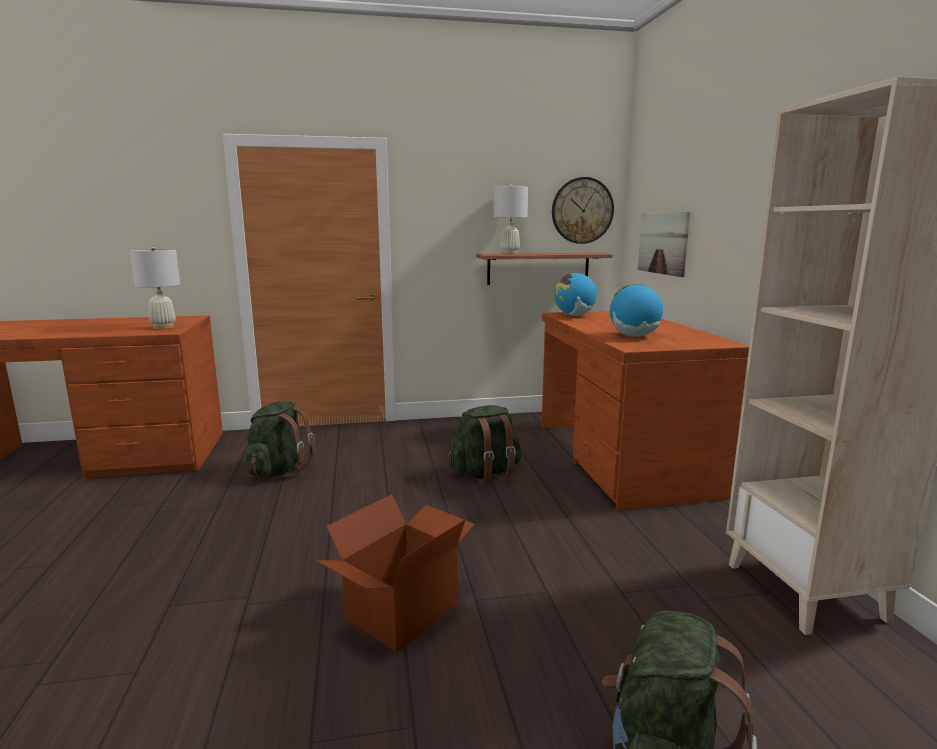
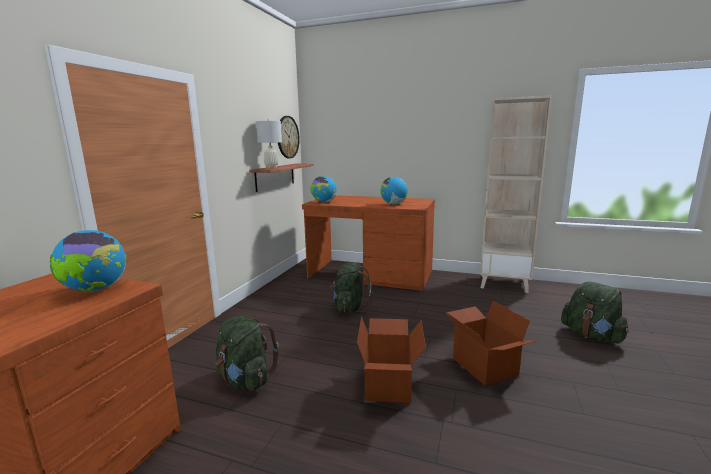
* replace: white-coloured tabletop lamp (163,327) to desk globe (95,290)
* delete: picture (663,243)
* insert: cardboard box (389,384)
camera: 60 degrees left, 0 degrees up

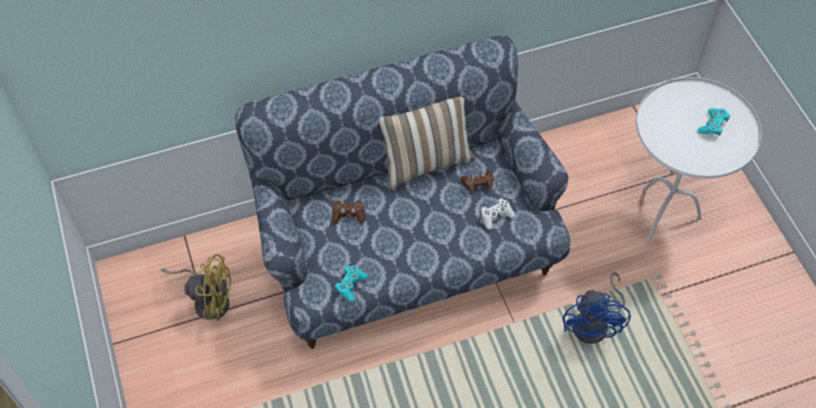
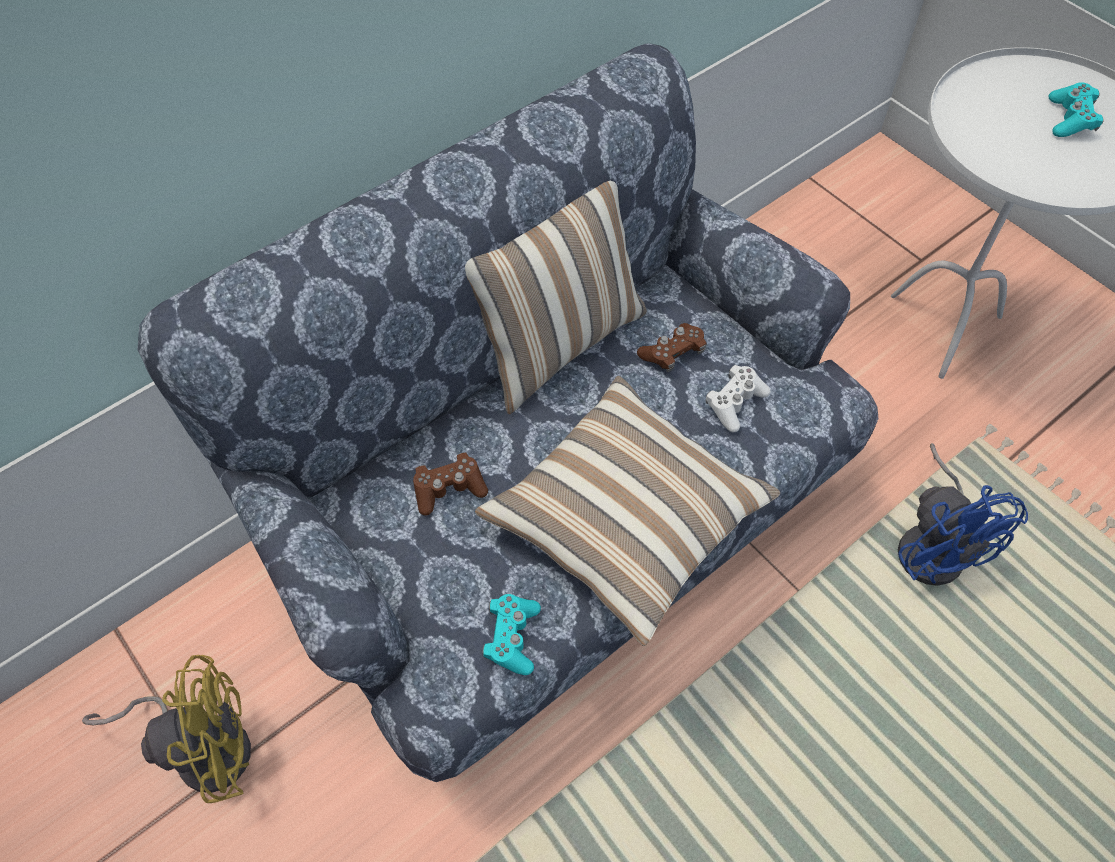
* insert: throw pillow (626,522)
camera: 20 degrees left, 0 degrees up

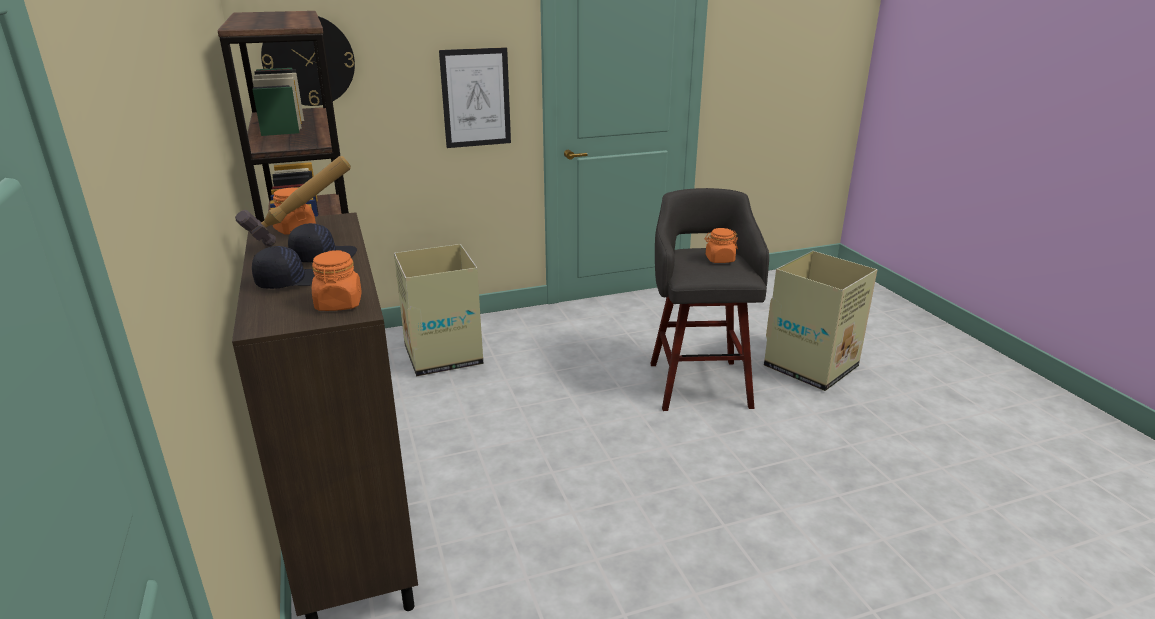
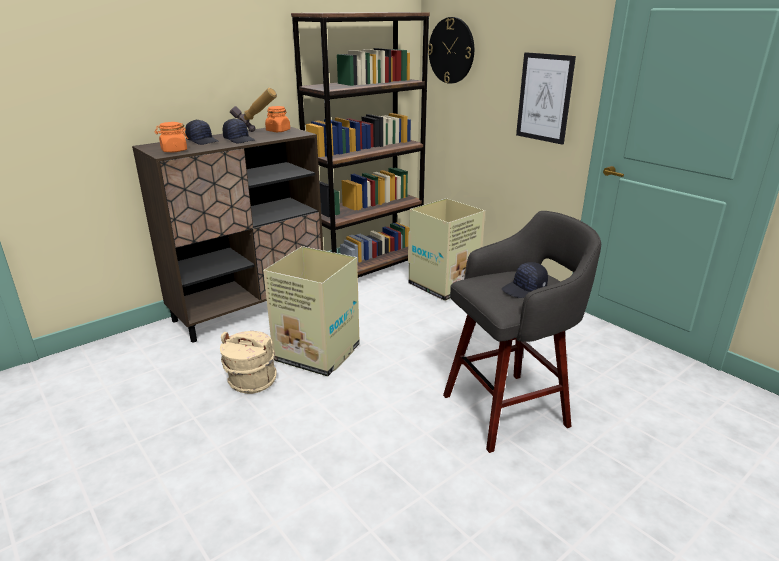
* replace: orangey jar (719,259) to blackish peaked cap (524,289)
* move: cardboard box (812,366) to (318,353)
* insert: beige bucket (251,381)
camera: 70 degrees right, 0 degrees up

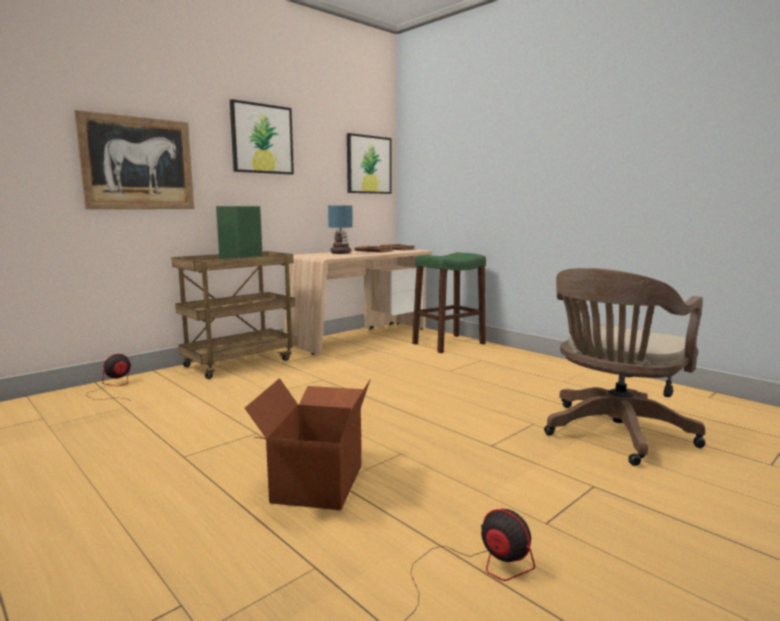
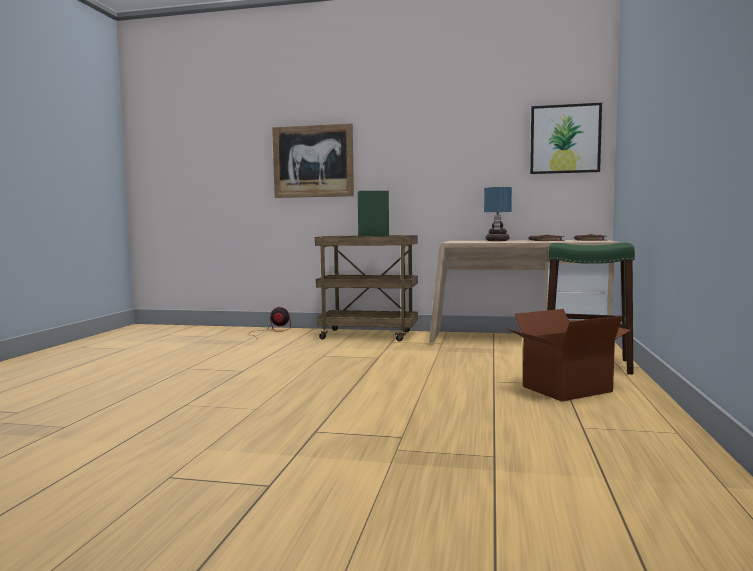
* delete: picture (262,139)
* move: cardboard box (316,483) to (566,388)
* delete: electric fan (477,569)
* delete: brown office chair (613,434)
camera: 55 degrees right, 5 degrees down

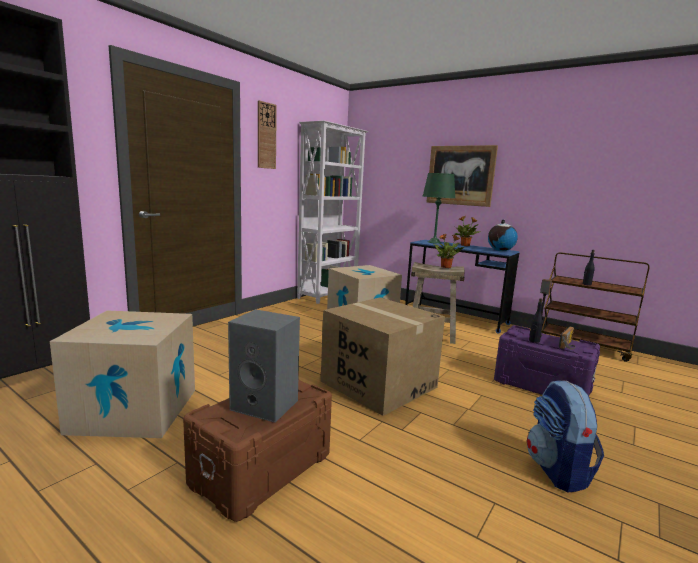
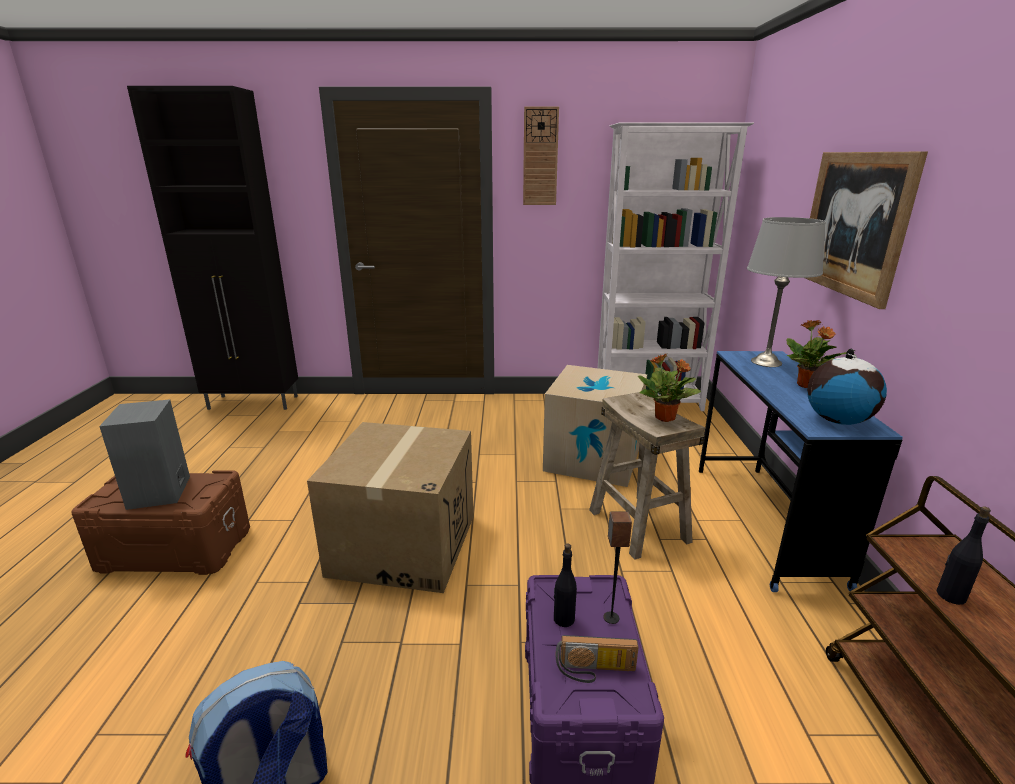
* delete: cardboard box (135,410)
* recolor: green tabletop lamp (434,242) to greyish tabletop lamp (767,362)
camera: 55 degrees right, 10 degrees up

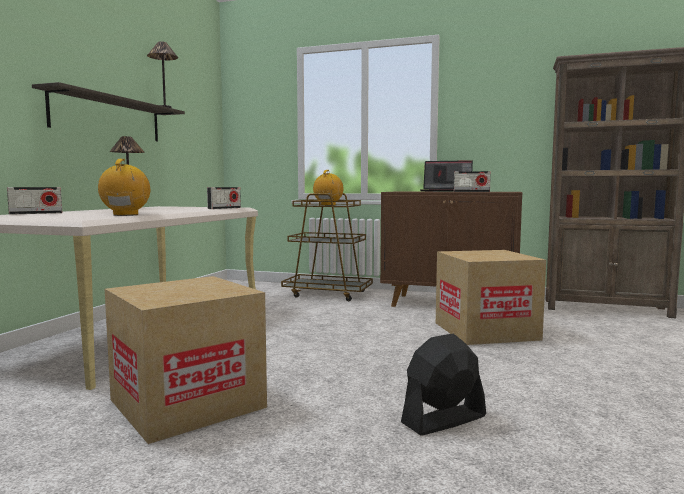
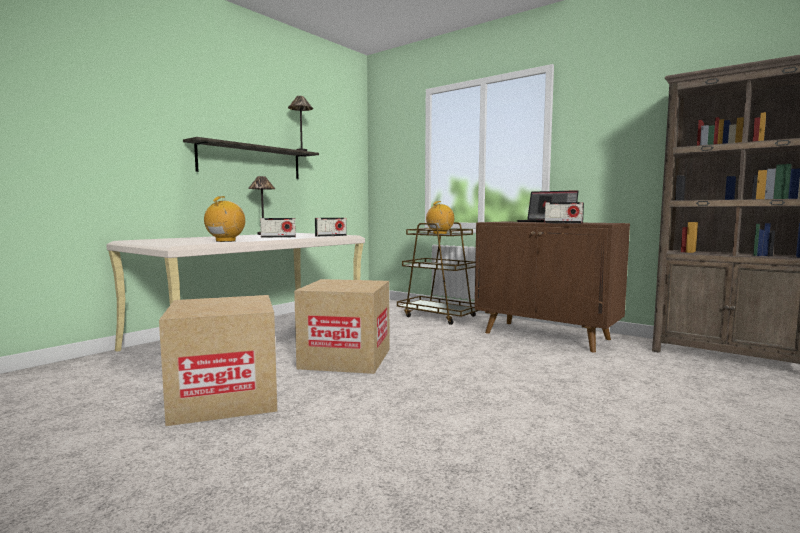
* move: radio set (36,213) to (278,237)
* delete: blackish electric fan (443,420)
* move: cardboard box (485,331) to (346,359)
camera: 20 degrees right, 0 degrees up

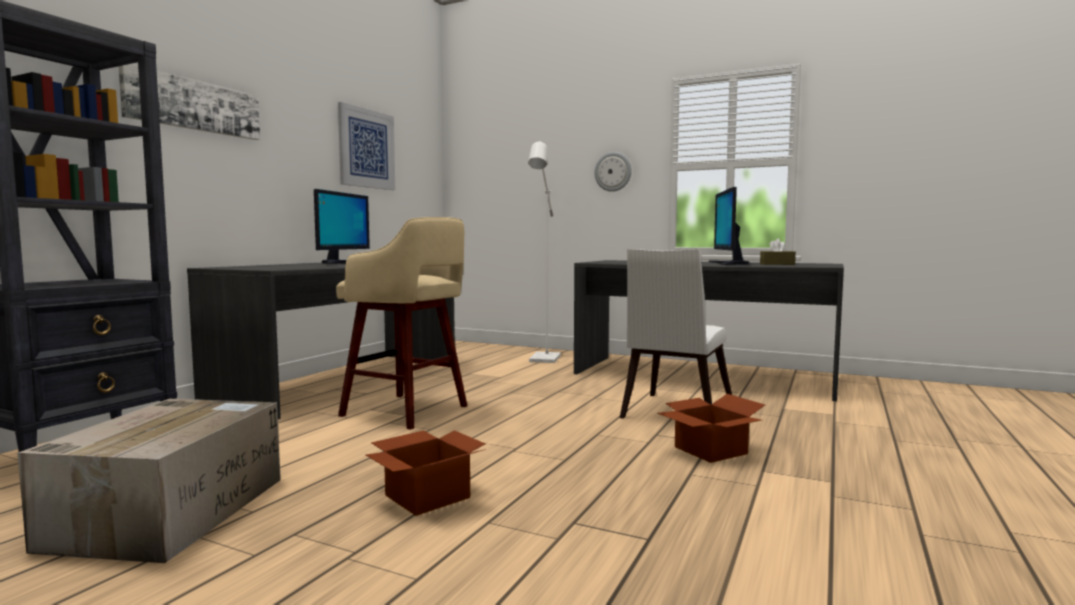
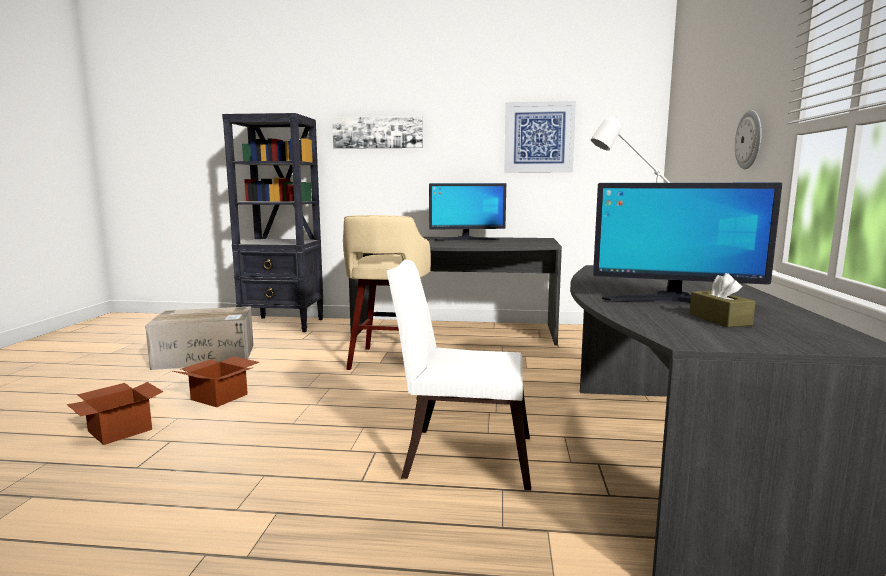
* move: cardboard box (708,450) to (120,430)
* rotate: computer display (727,264) = (674,301) 150 degrees counterclockwise
camera: 70 degrees right, 5 degrees up

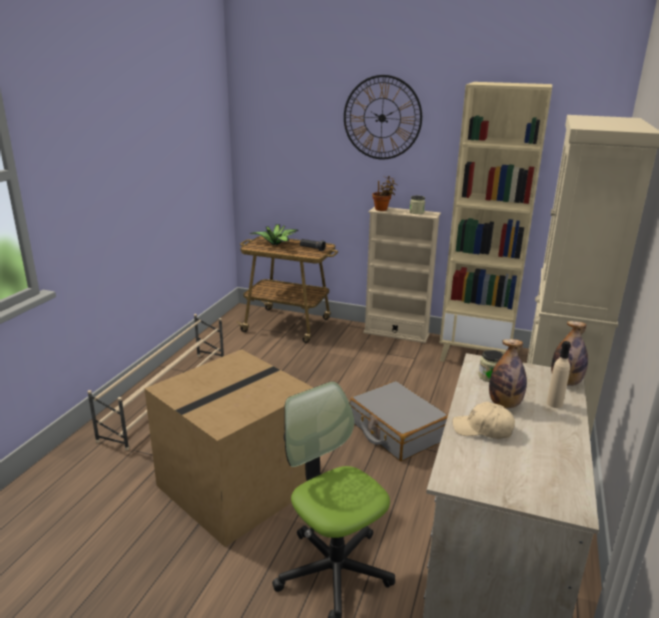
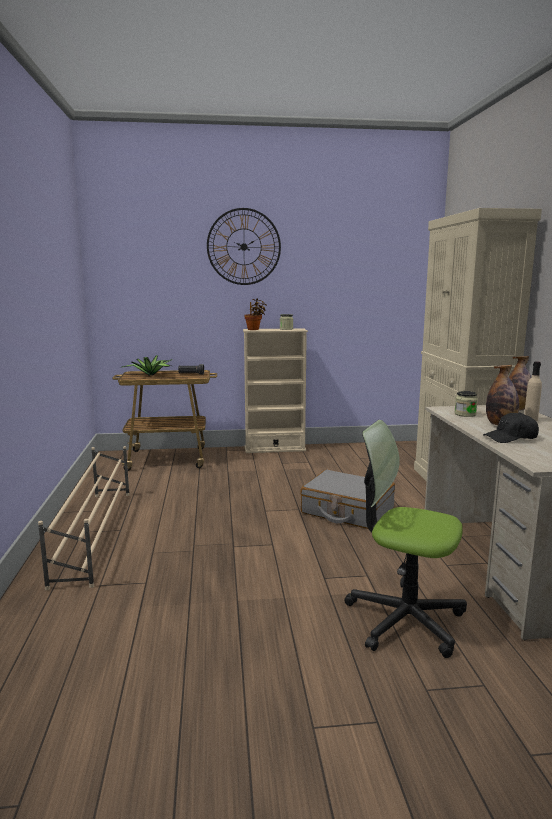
* delete: cardboard box (237,484)
* delete: beige shelving unit (476,354)
* recolor: beige peaked cap (483,429) to blackish peaked cap (511,438)
camera: 25 degrees left, 10 degrees down

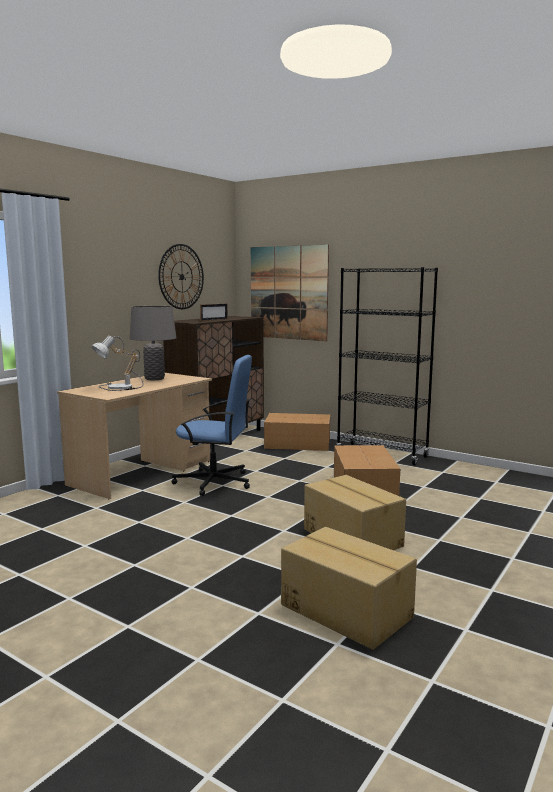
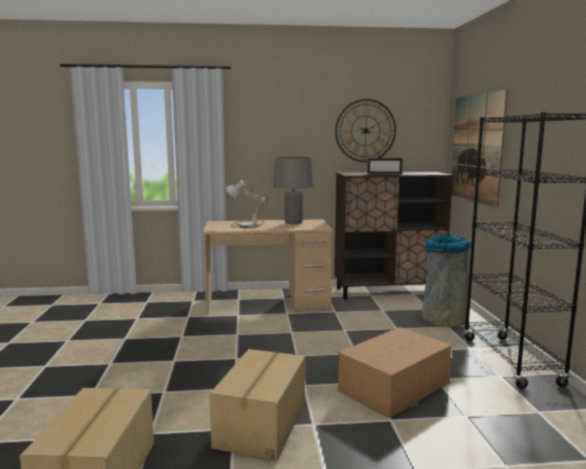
* delete: blue office chair (215,482)
* replace: cardboard box (296,443) to greyish trash can (443,319)
camera: 50 degrees right, 0 degrees up

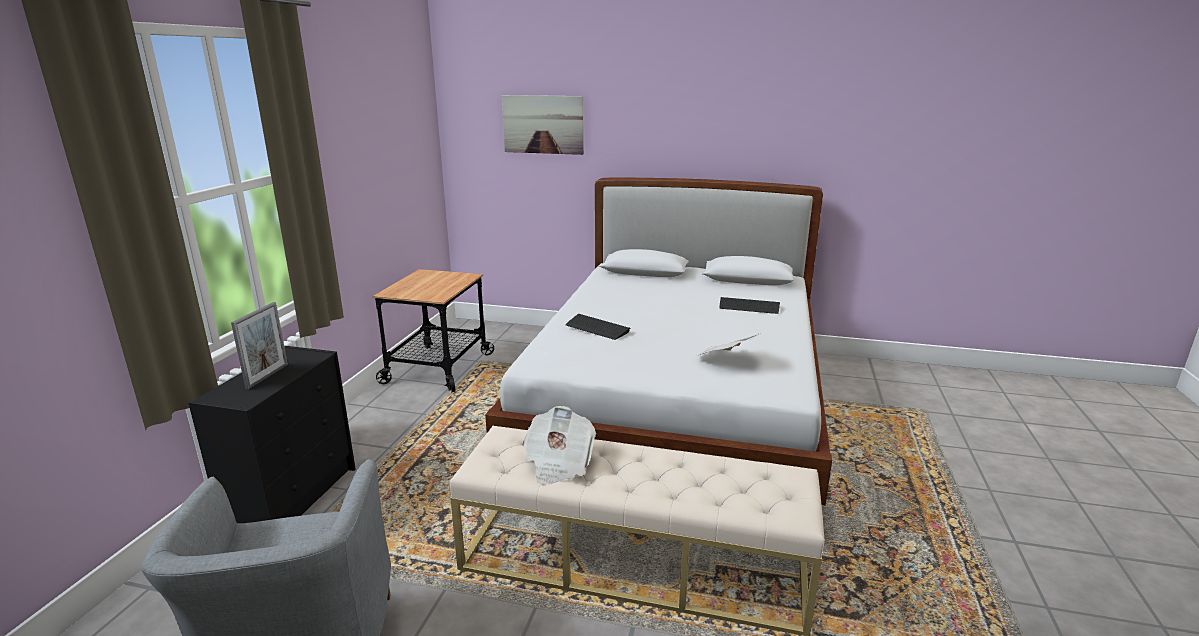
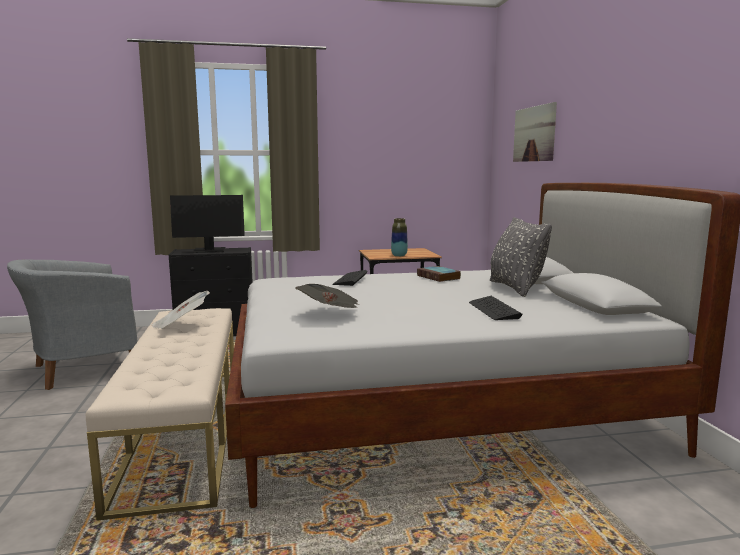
* replace: standing frame (267,376) to computer display (209,250)
* insert: decorative vase (399,255)
* insert: bound book (439,277)
* insert: greyish throw pillow (515,288)
camera: 65 degrees right, 10 degrees down

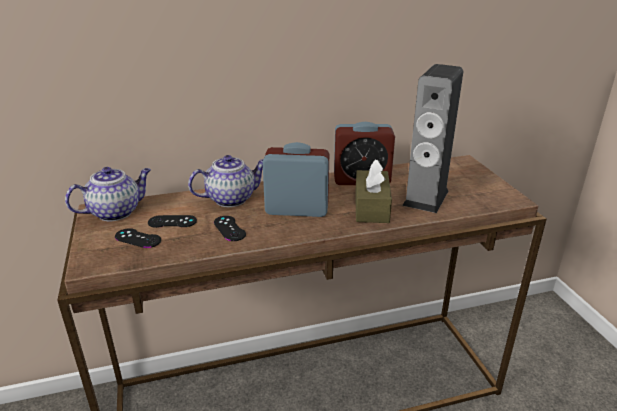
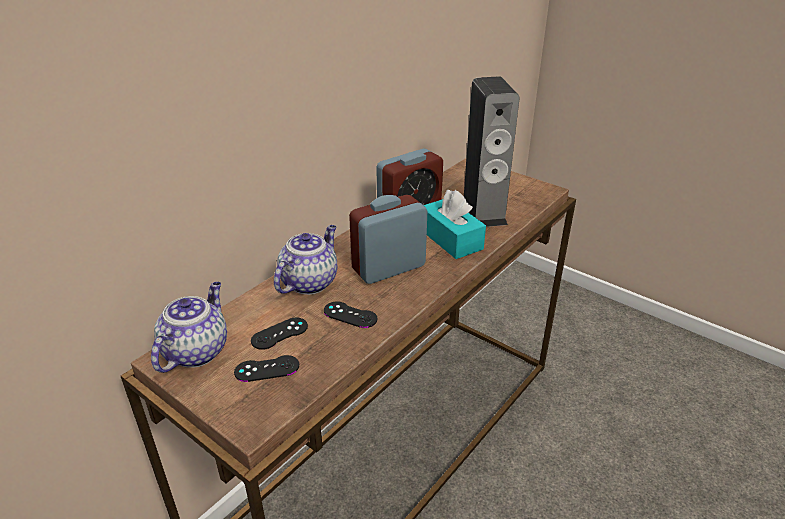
* recolor: brown tissue holder (371,207) to turquoise tissue holder (451,239)
camera: 35 degrees left, 5 degrees up

